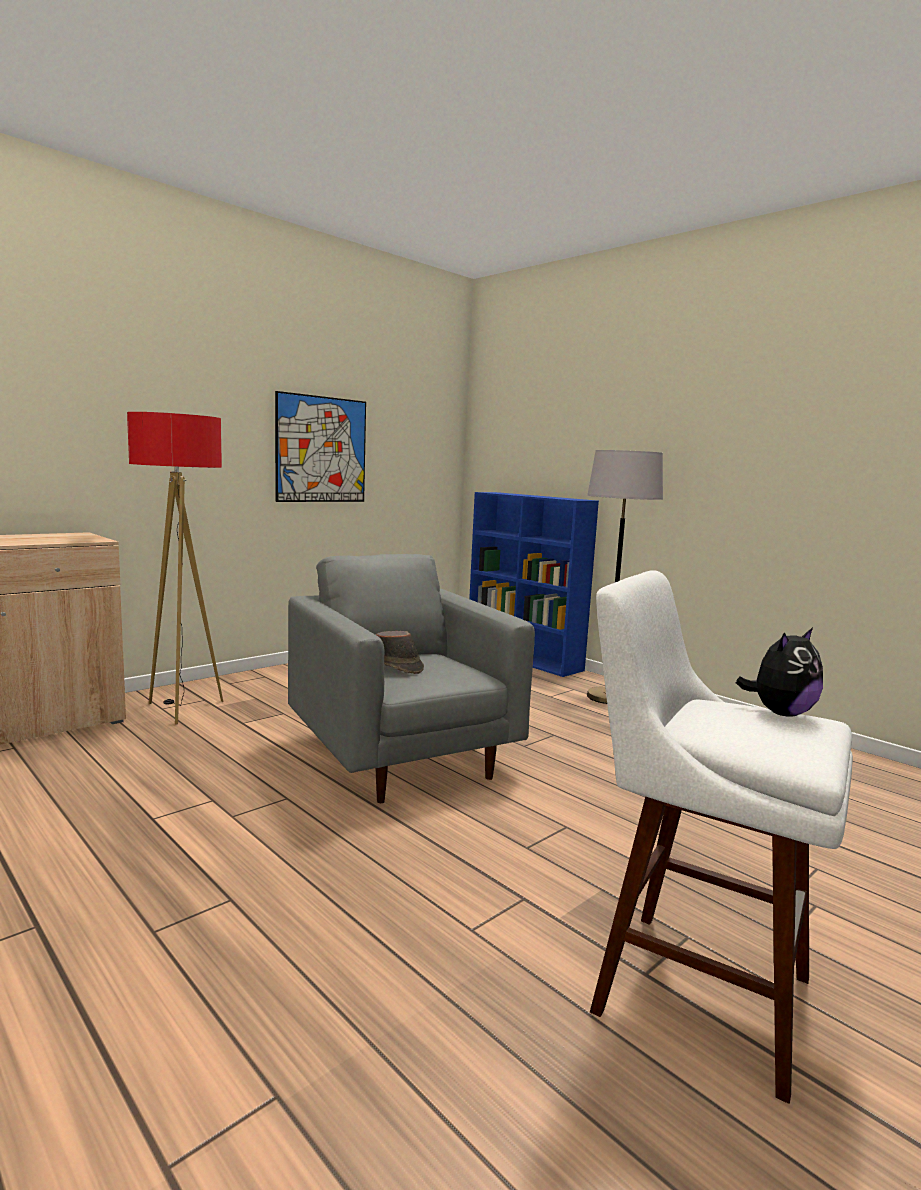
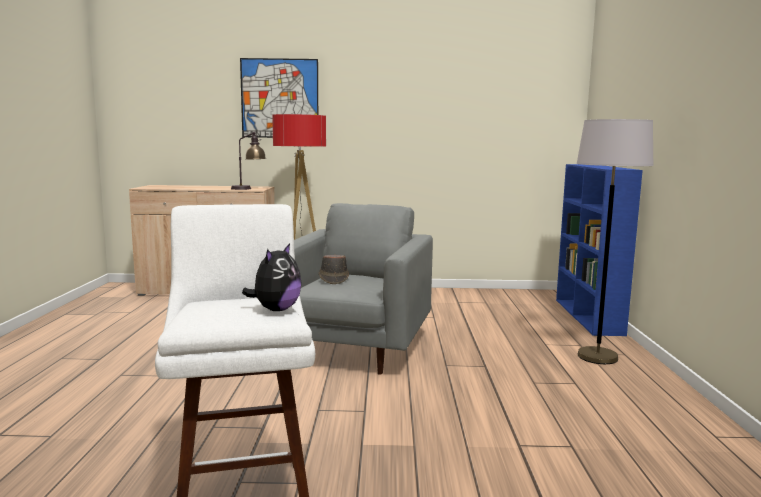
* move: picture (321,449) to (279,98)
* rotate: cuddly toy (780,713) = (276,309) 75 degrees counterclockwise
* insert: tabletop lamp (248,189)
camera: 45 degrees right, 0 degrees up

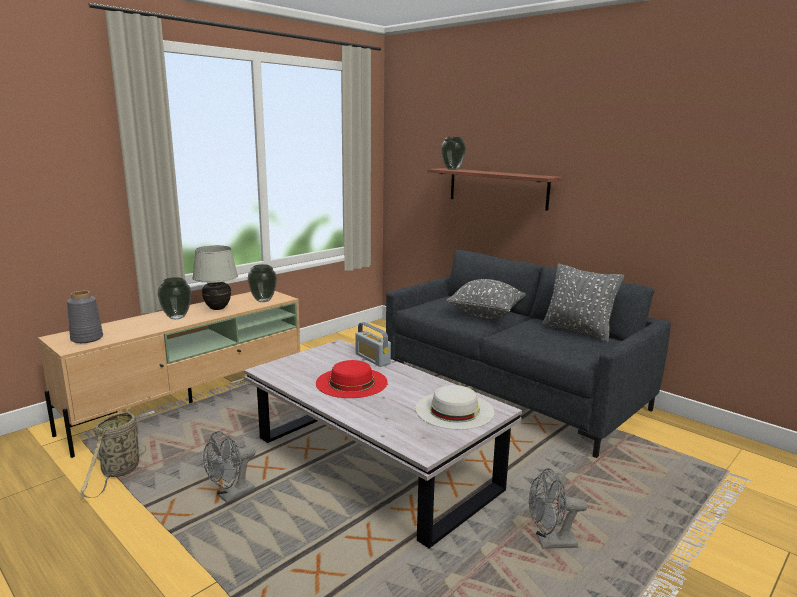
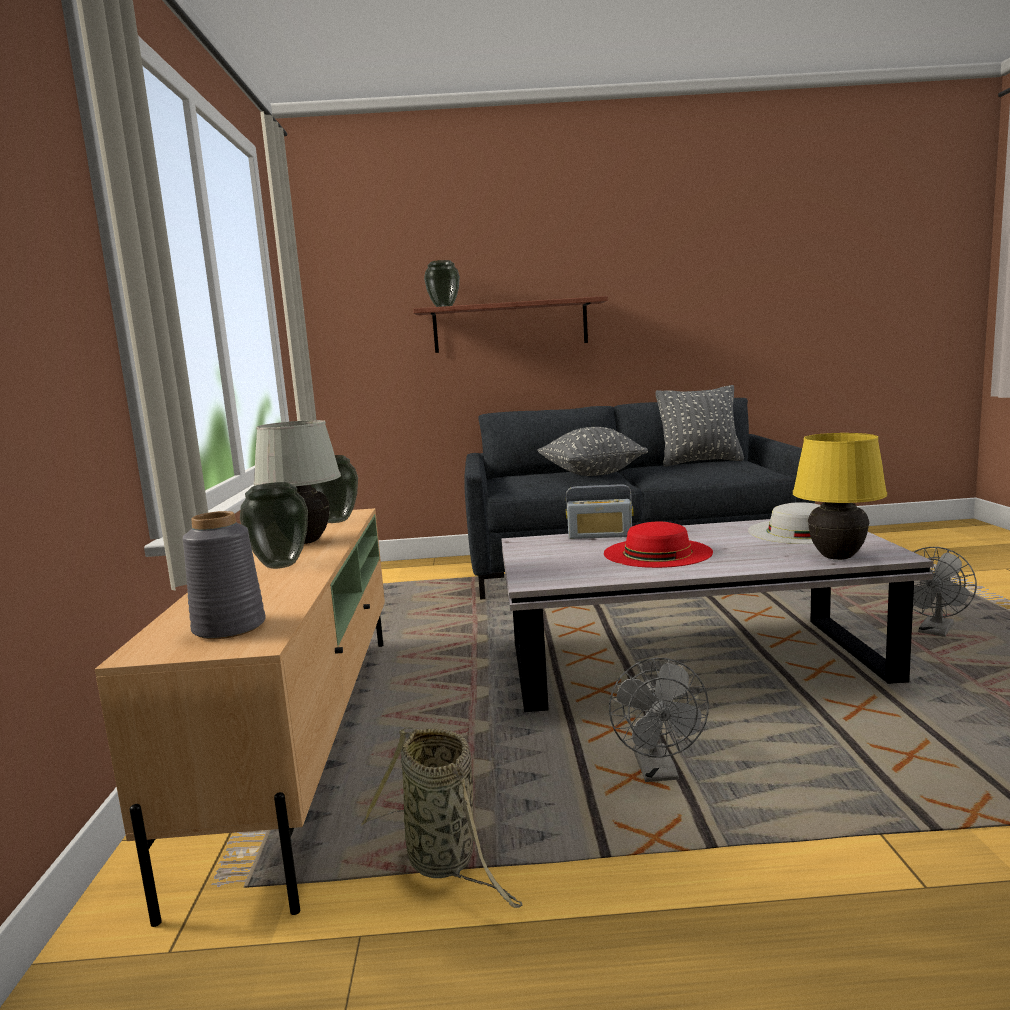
* insert: yellow tabletop lamp (836,558)
camera: 45 degrees left, 5 degrees down

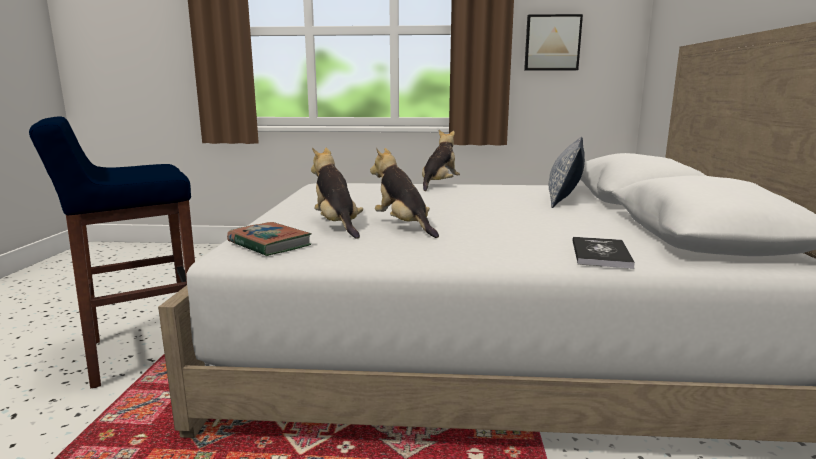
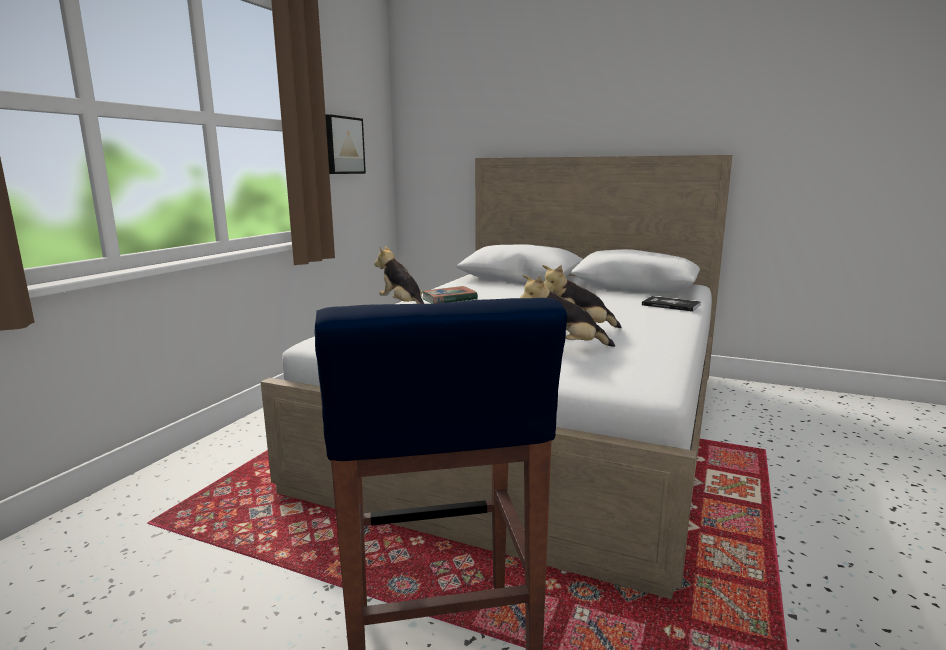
* move: bound book (269,244) to (449,299)
* delete: throw pillow (564,195)
camera: 70 degrees left, 0 degrees up

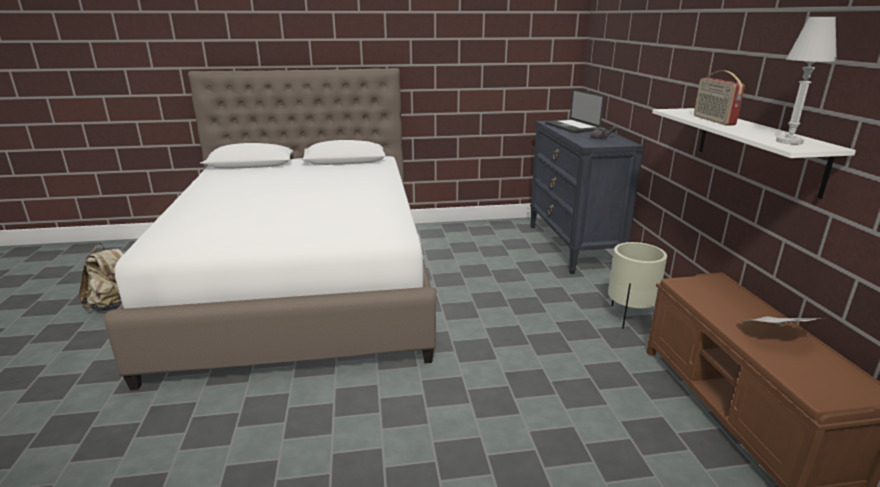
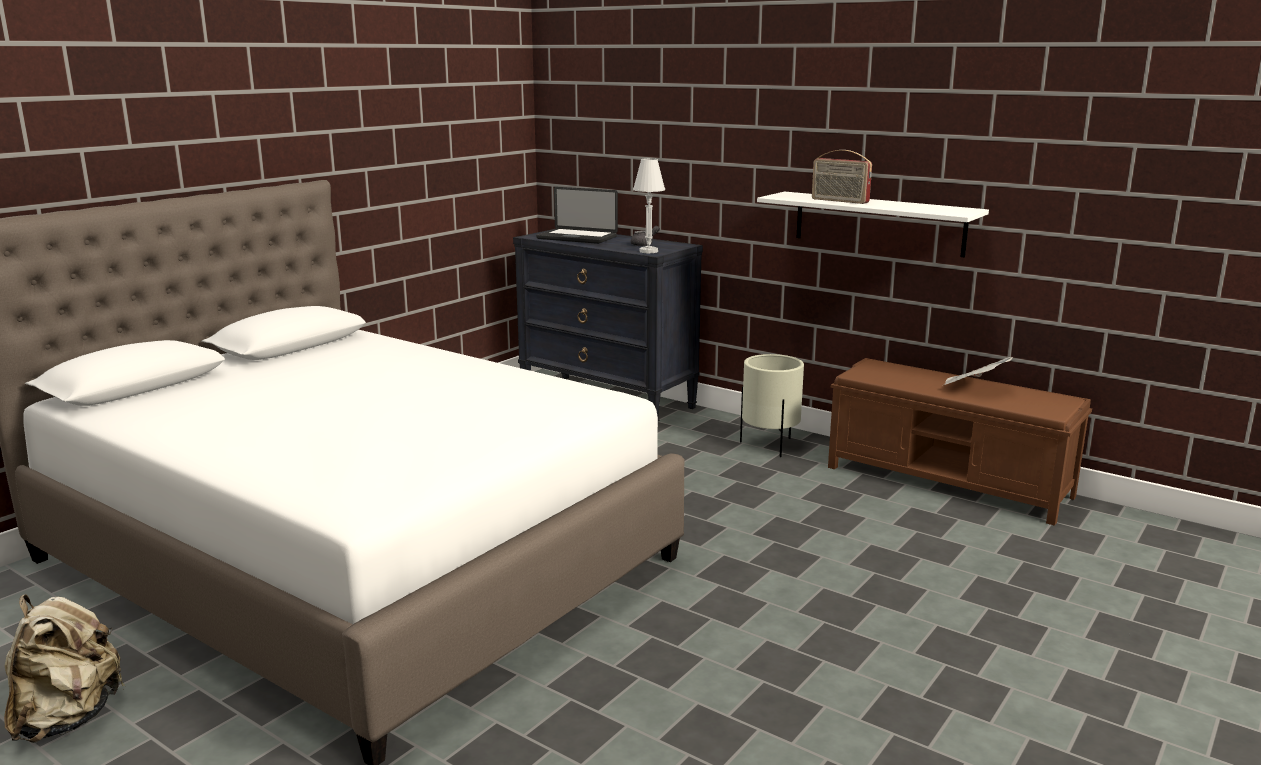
* move: white-coloured tabletop lamp (789,142) to (648,251)
camera: 45 degrees left, 5 degrees down

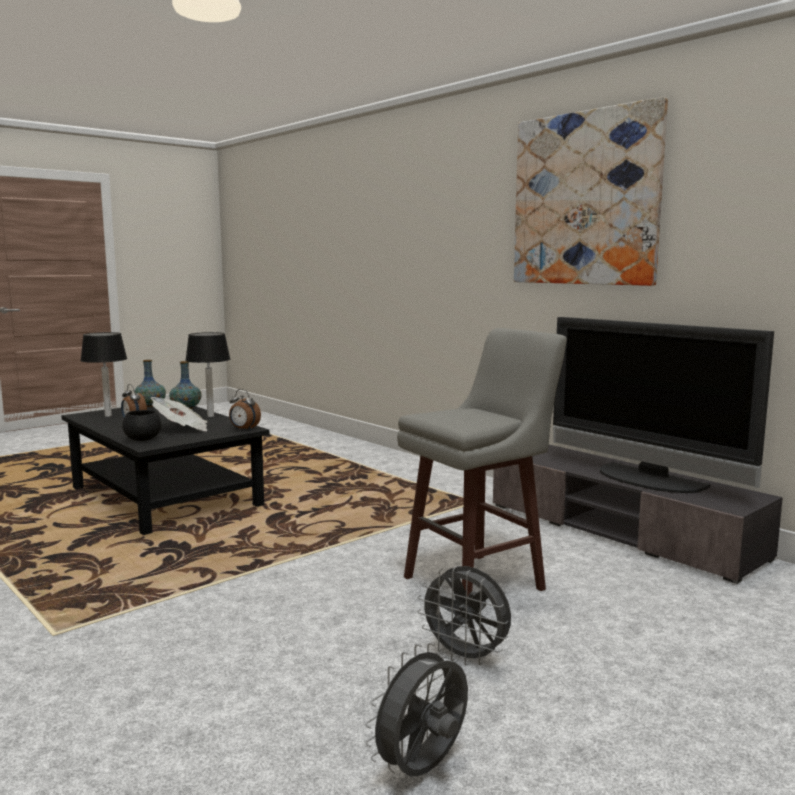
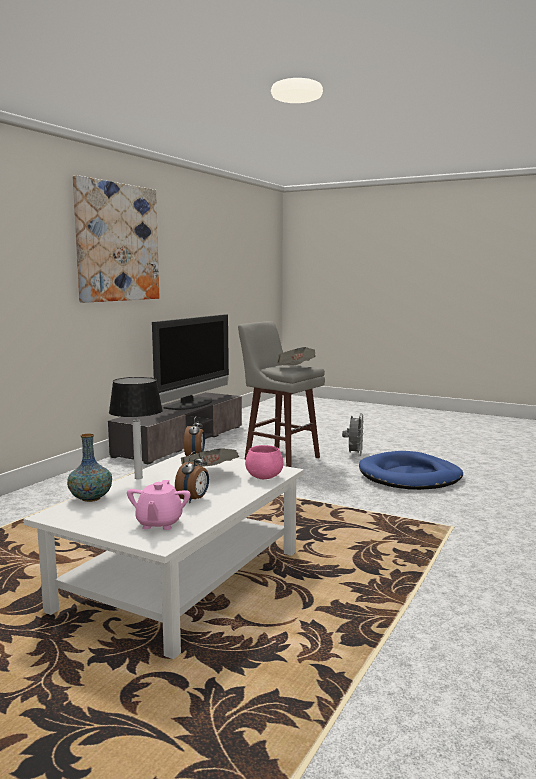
* recolor: blackish low table (166,497) to white-coloured low table (180,580)
* replace: tabletop lamp (108,416) to pink tea pot (159,524)
* recolor: blackish bowl (142,440) to pink bowl (264,477)
* delete: decorative vase (150,406)
* delete: greyish electric fan (423,770)
* insert: printed paper (295,368)
* insert: blue pet bed (410,476)
camera: 110 degrees left, 0 degrees up

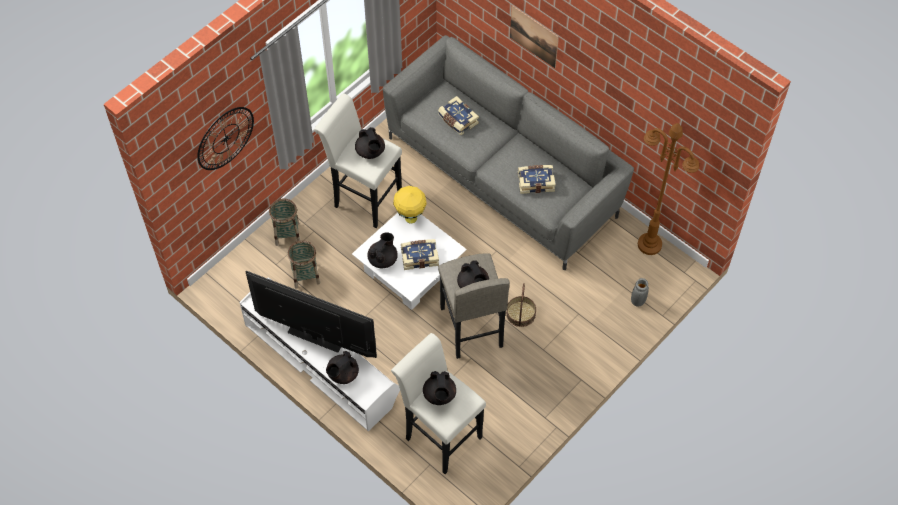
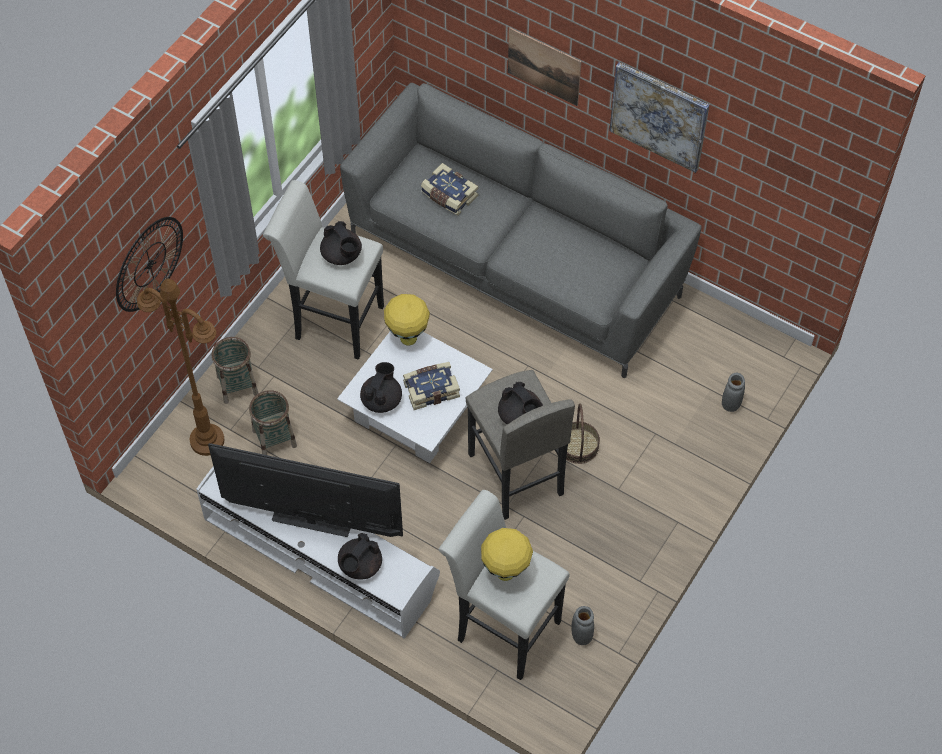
* replace: blackish tea pot (439,395) to yellow tabletop lamp (505,573)
* delete: bound book (535,182)
* move: brown standing lamp (650,244) to (207,440)
* insert: greyish decorative vase (581,635)
* insert: picture (659,116)
camera: 10 degrees left, 0 degrees up

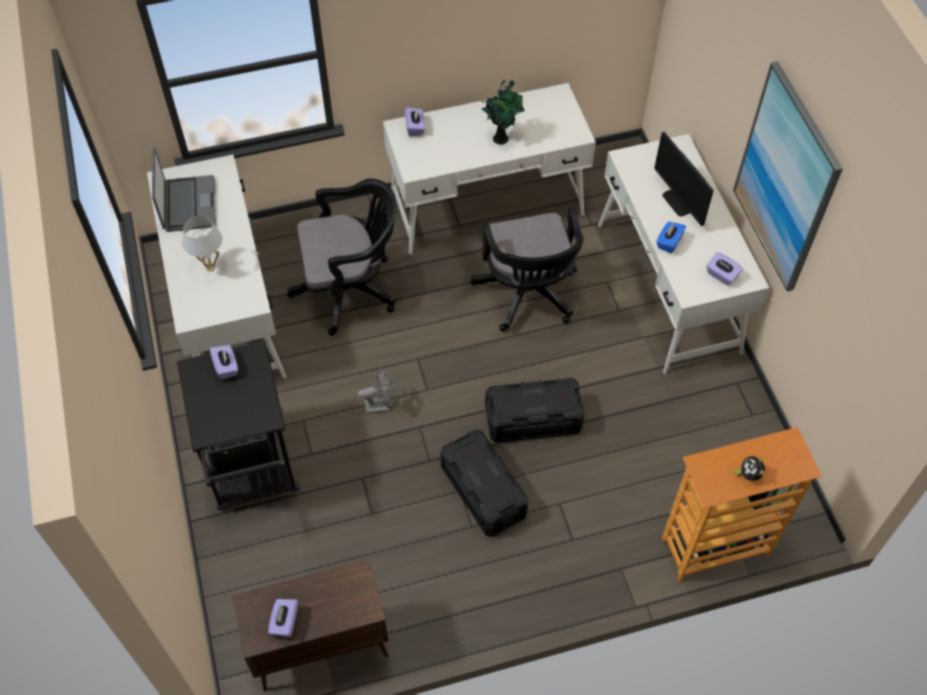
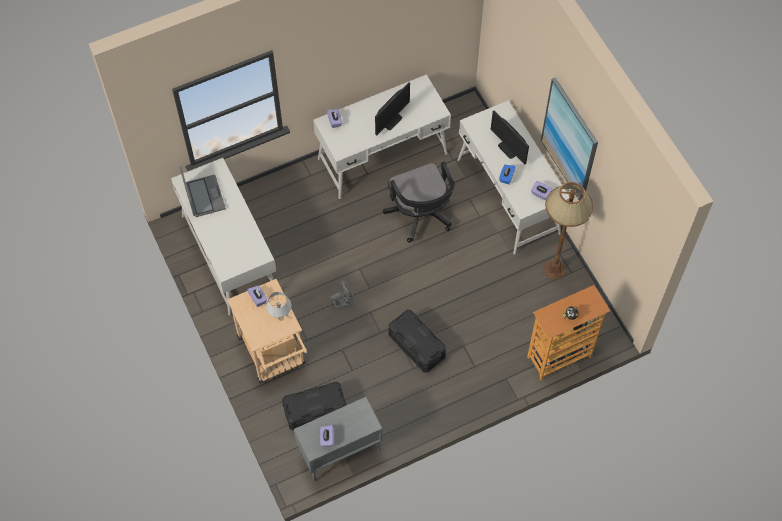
* recolor: blackish cart (253,470) to beige cart (274,355)
* move: white-coloured tabletop lamp (210,267) to (280,318)
* recolor: brown storage cabinet (319,648) to greyish storage cabinet (339,453)
* delete: blackish office chair (351,289)
* replace: potted plant (501,137) to computer display (391,120)
* move: blackish storage bin (533,419) to (315,410)
* insert: brown standing lamp (554,269)
camera: 10 degrees left, 5 degrees up

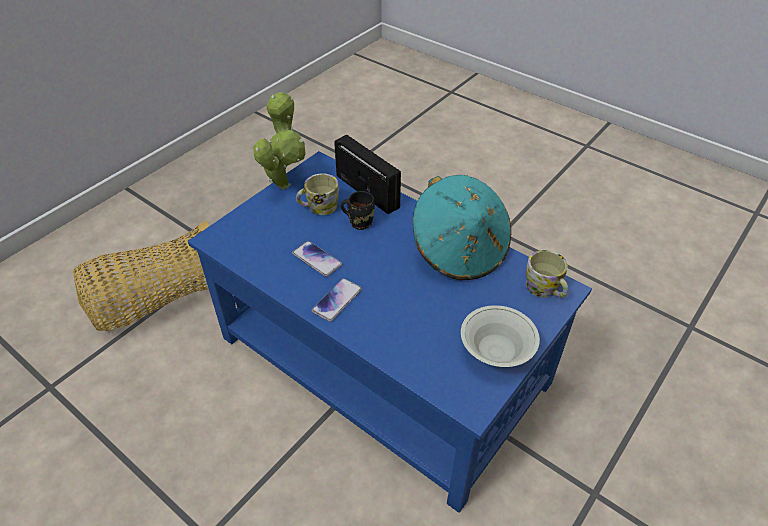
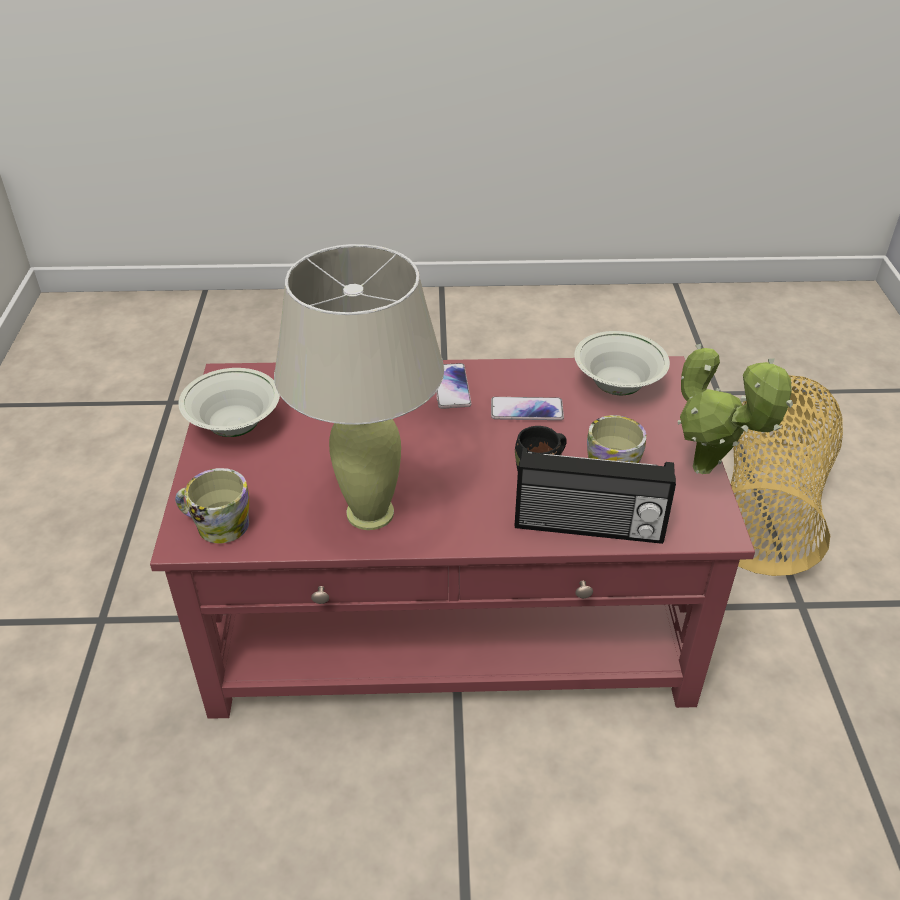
* recolor: blue low table (381,358) to reddish low table (452,607)
* replace: turquoise clothing hat (459,251) to beige tabletop lamp (370,513)
* insert: white-coloured bowl (617,387)
camera: 140 degrees right, 5 degrees down

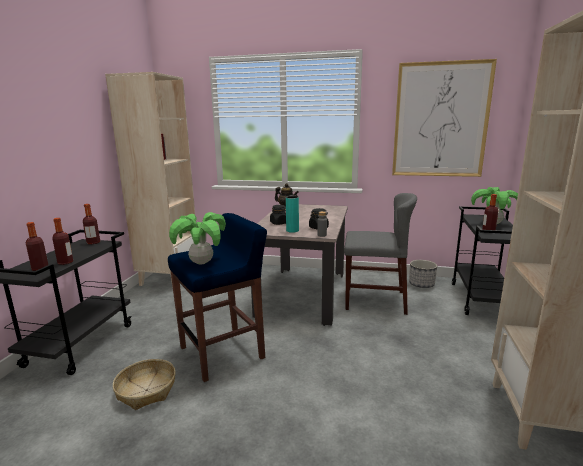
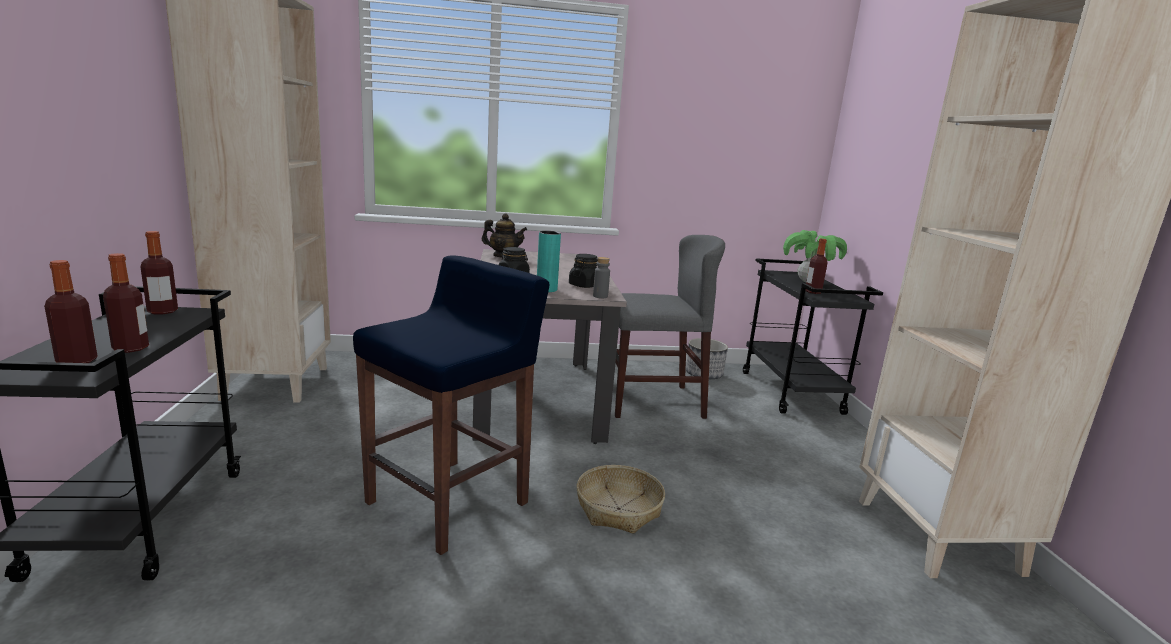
* move: basket (147,390) to (618,508)
* delete: potted plant (202,263)
* delete: picture (440,120)
camera: 20 degrees left, 0 degrees up

